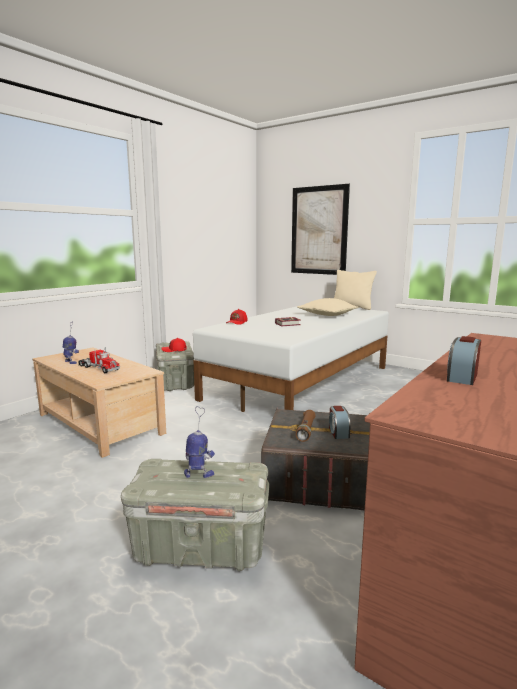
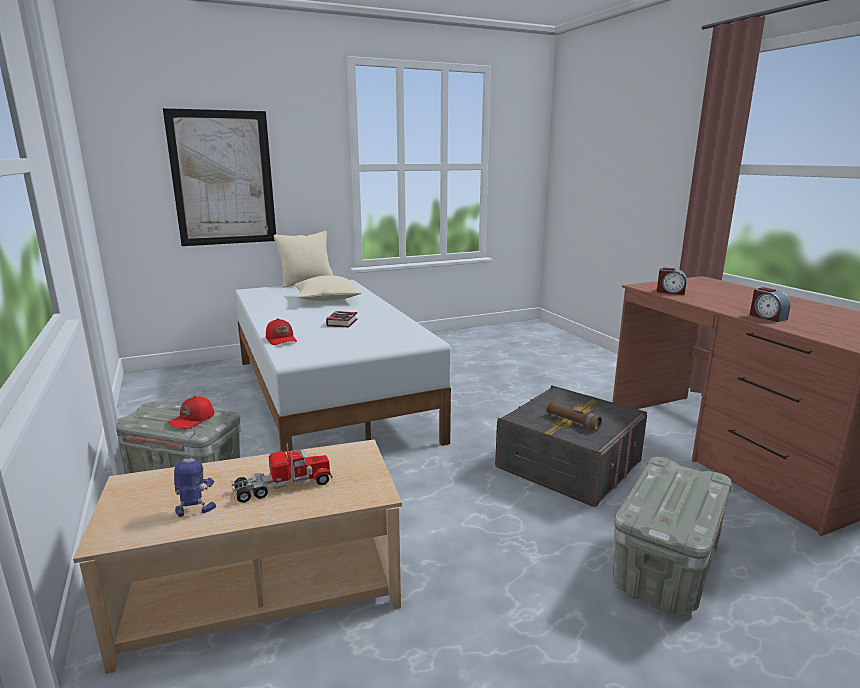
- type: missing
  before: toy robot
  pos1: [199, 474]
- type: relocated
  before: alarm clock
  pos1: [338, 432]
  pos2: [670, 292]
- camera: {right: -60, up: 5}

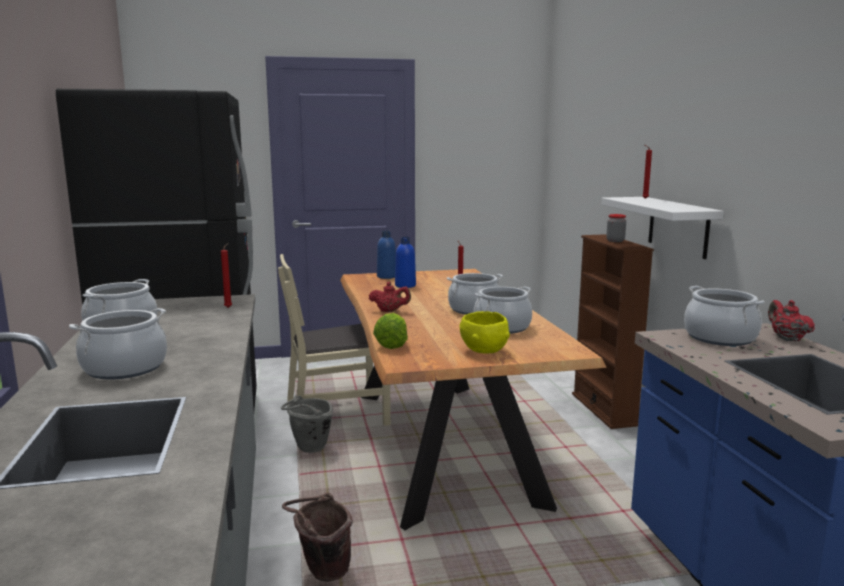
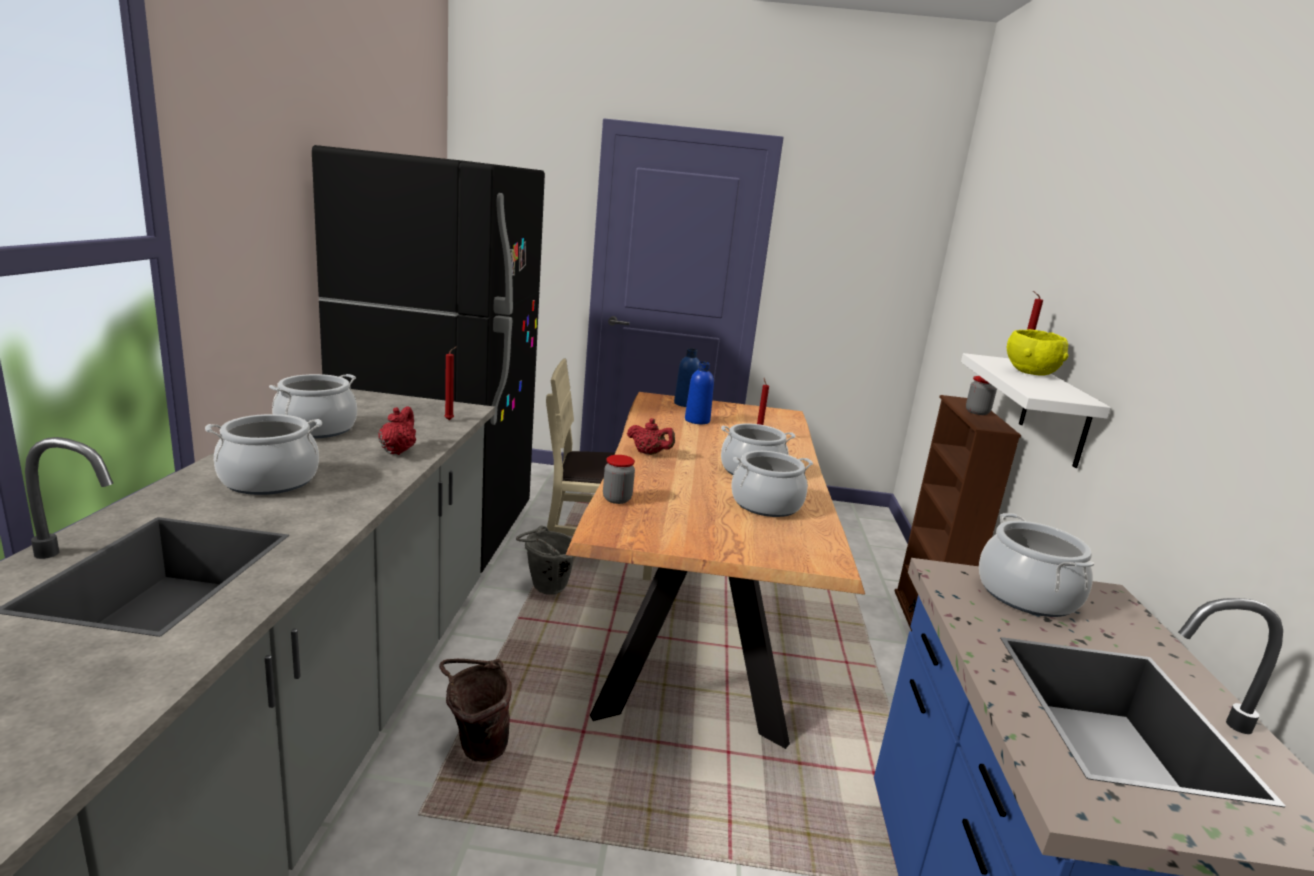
- type: relocated
  before: bowl/yellow
  pos1: [483, 351]
  pos2: [1030, 373]
- type: relocated
  before: teapot/red
  pos1: [786, 338]
  pos2: [398, 451]
- type: exchanged
  before: lettuce
  after: jar
  pos1: [393, 342]
  pos2: [617, 499]
- camera: {right: 15, up: 5}

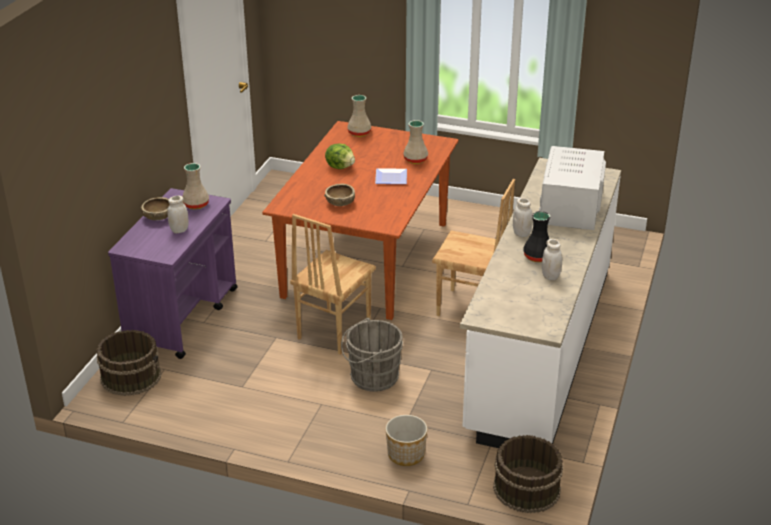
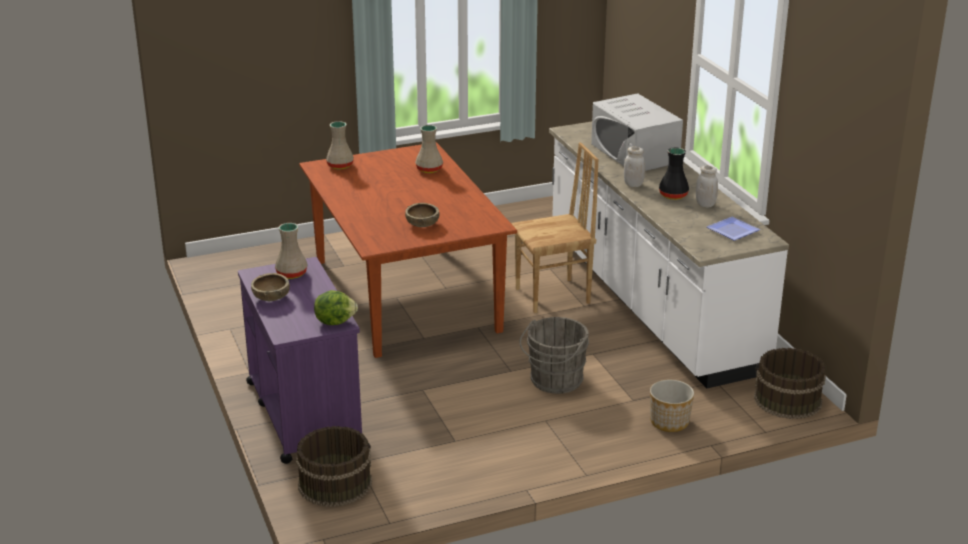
- type: missing
  before: jar/white
  pos1: [179, 230]
- type: missing
  before: chair/brown
  pos1: [332, 331]
- type: relocated
  before: lettuce
  pos1: [340, 167]
  pos2: [335, 321]
- type: relocated
  before: plate
  pos1: [390, 177]
  pos2: [731, 230]
- camera: {right: -40, up: -5}

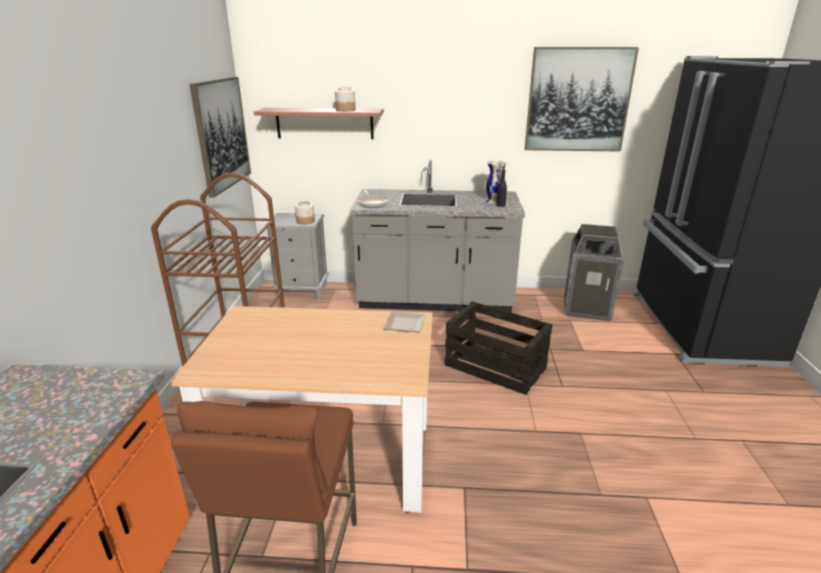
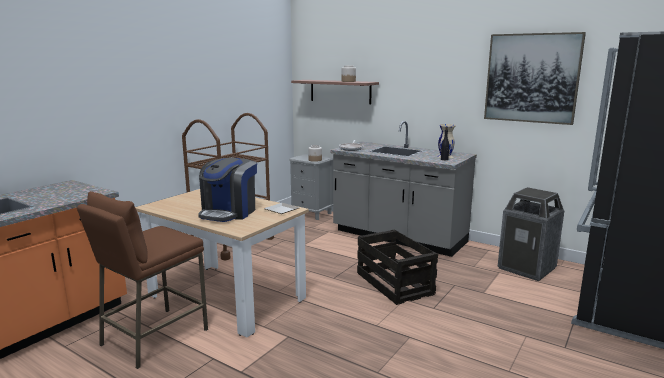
- type: missing
  before: picture
  pos1: [221, 134]
- type: appeared
  after: coffee machine
  pos2: [229, 212]
- camera: {right: 30, up: -10}

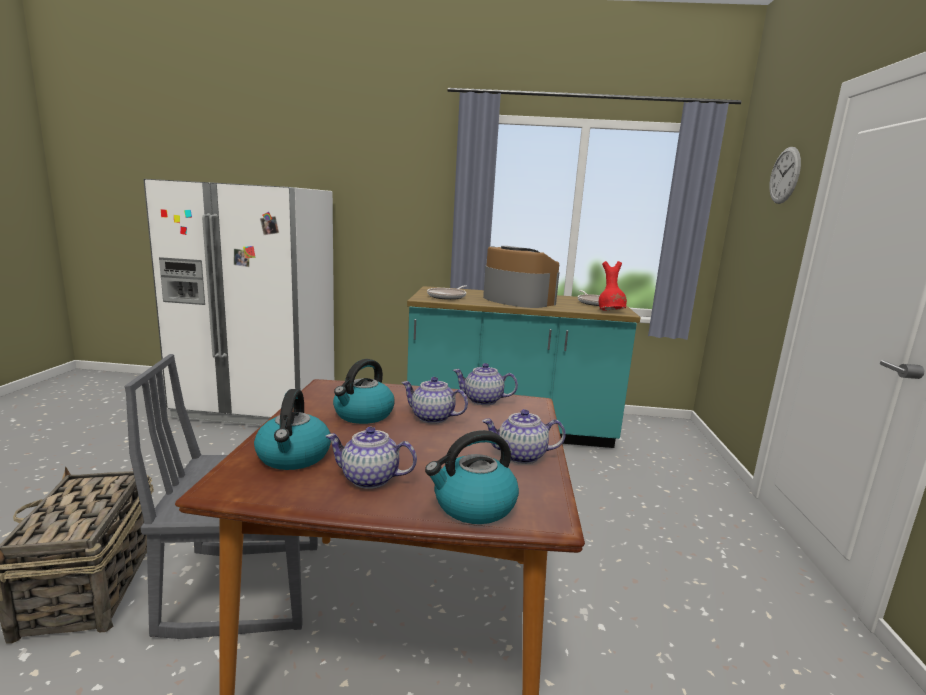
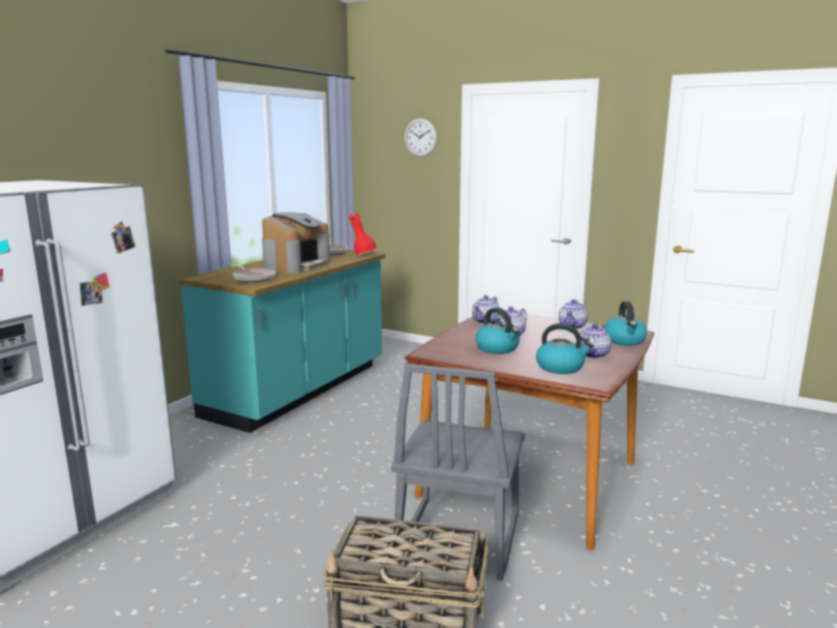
- type: spun
  before: coffee machine
  pos1: [516, 300]
  pos2: [296, 266]
  turn: 135
- camera: {right: -65, up: 0}

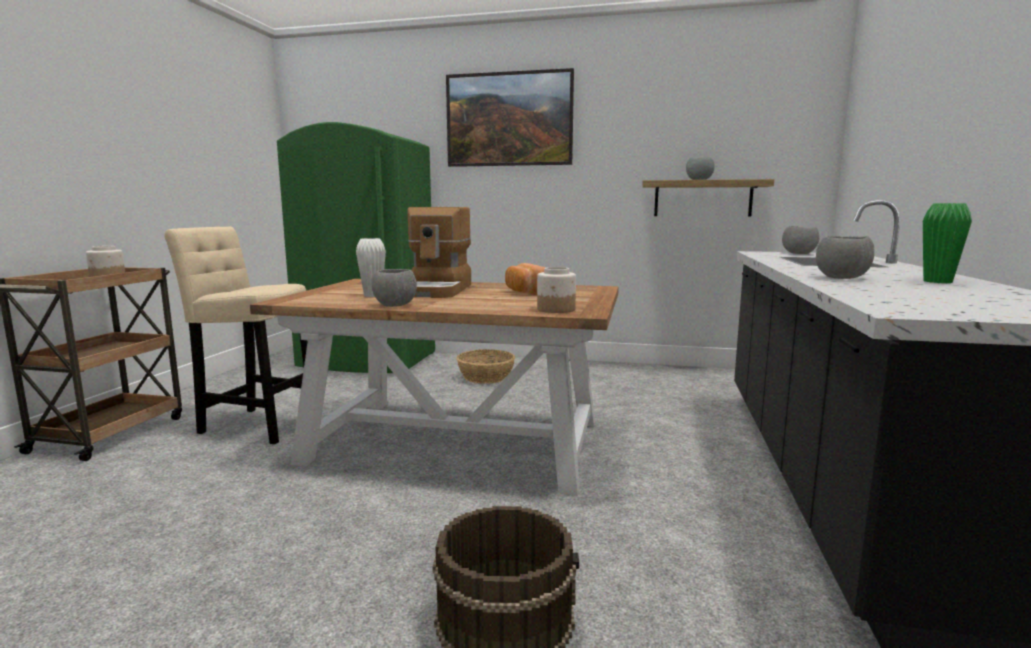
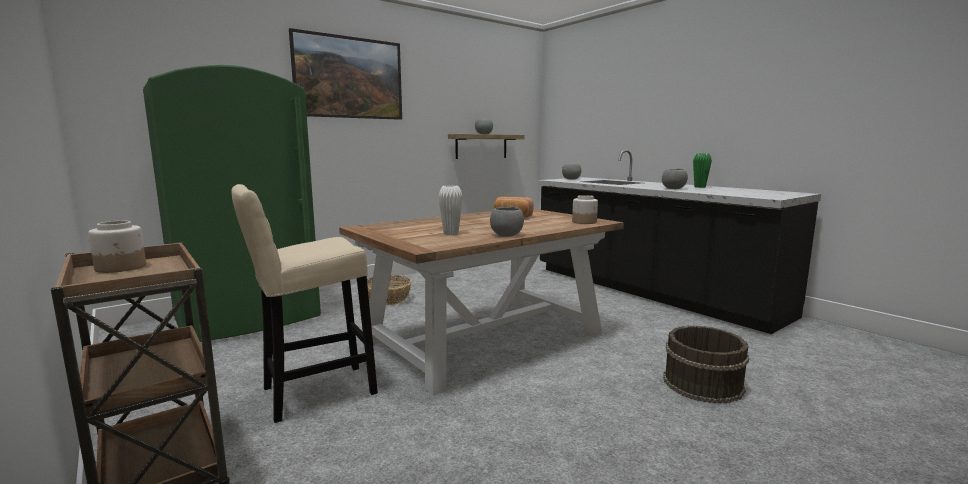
- type: missing
  before: coffee machine
  pos1: [438, 290]
- camera: {right: -50, up: 0}

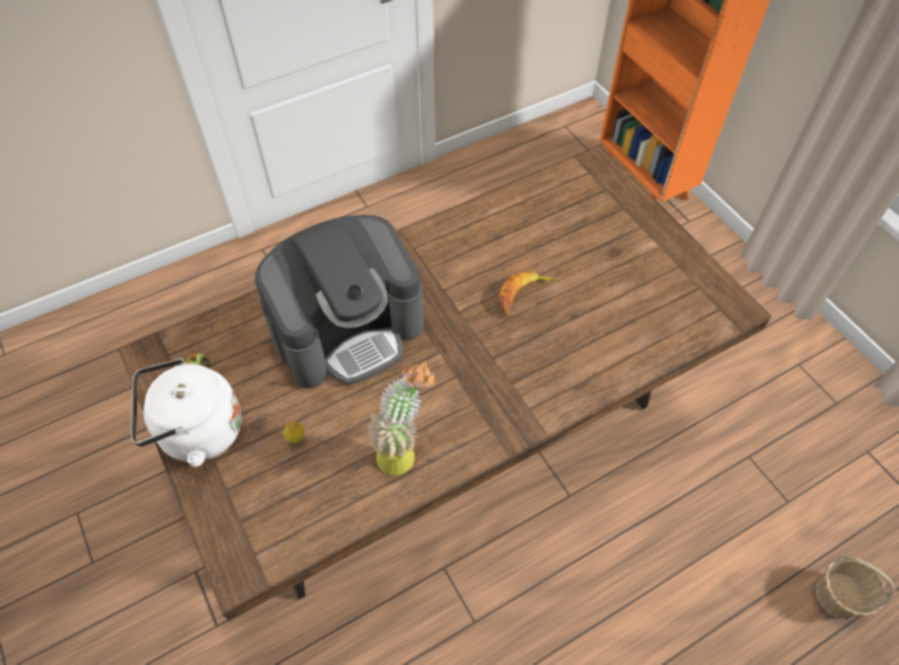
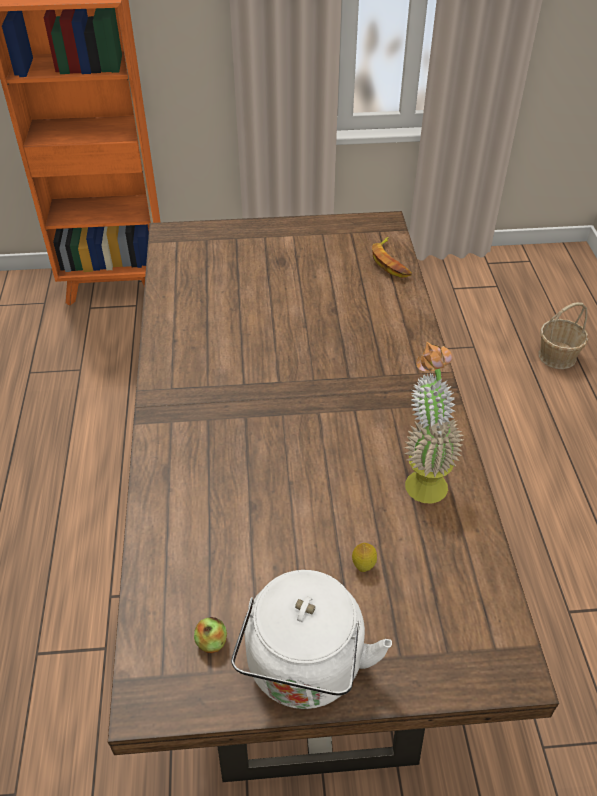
- type: missing
  before: coffee machine
  pos1: [348, 329]
- type: relocated
  before: banana
  pos1: [522, 295]
  pos2: [391, 262]
- camera: {right: -65, up: -10}

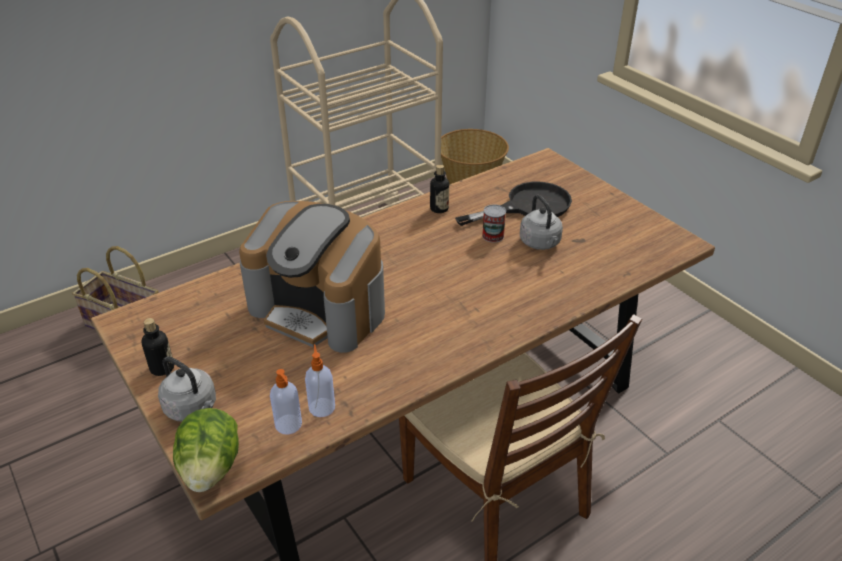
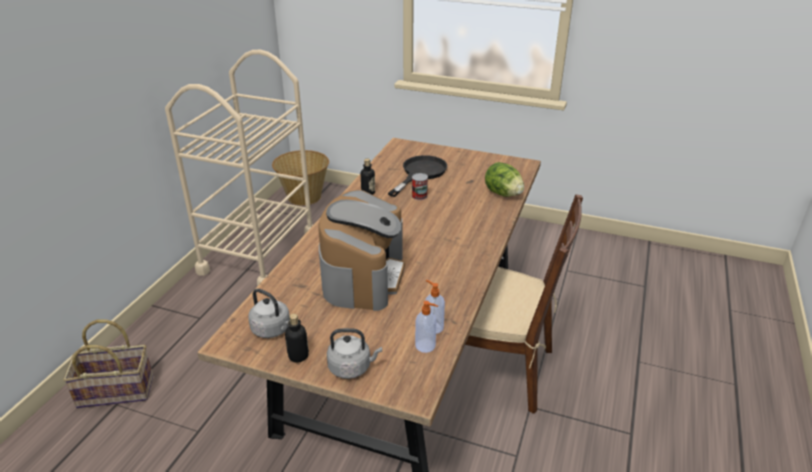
- type: relocated
  before: lettuce
  pos1: [211, 468]
  pos2: [503, 194]
- type: relocated
  before: kettle/grey
  pos1: [540, 243]
  pos2: [272, 330]
- type: spun
  before: coffee machine
  pos1: [320, 308]
  pos2: [363, 276]
  turn: -75
- camera: {right: -35, up: -5}

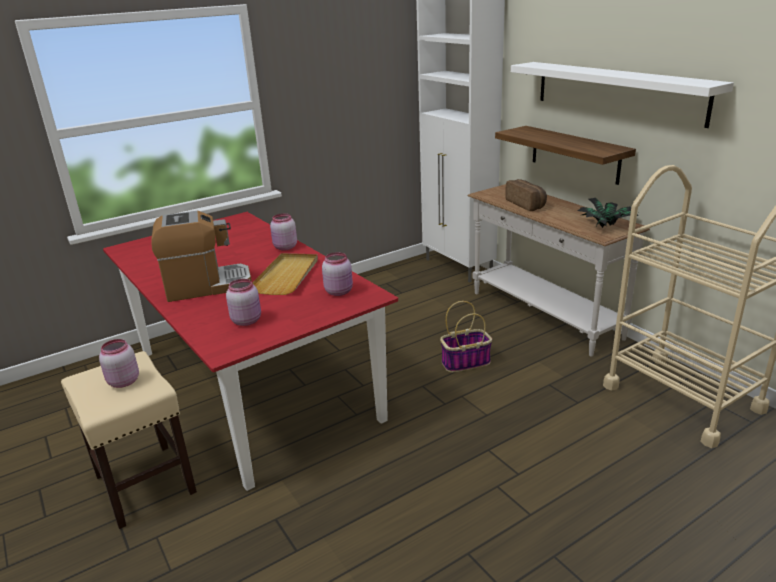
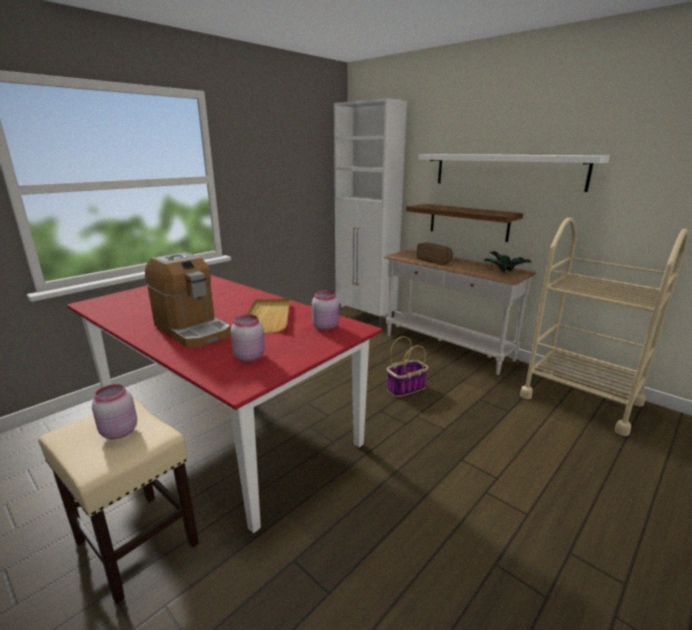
- type: missing
  before: jar/pink
  pos1: [285, 247]
- type: spun
  before: coffee machine
  pos1: [207, 286]
  pos2: [192, 329]
  turn: 75
- camera: {right: -15, up: -5}

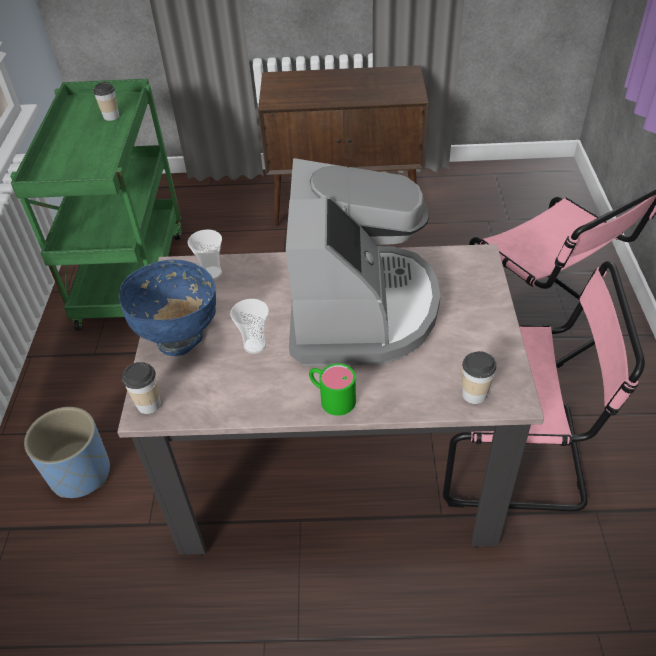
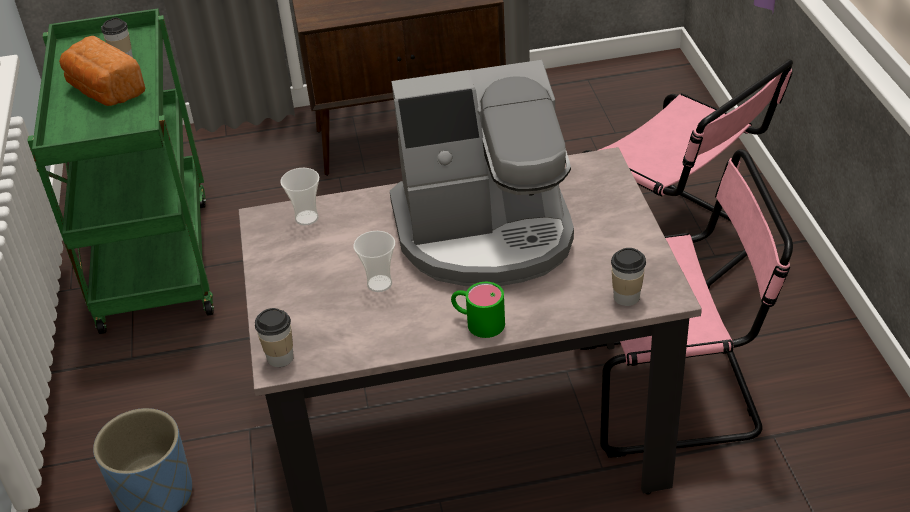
- type: missing
  before: bowl/blue
  pos1: [180, 338]
- type: appeared
  after: bread
  pos2: [104, 91]
- type: spun
  before: coffee machine
  pos1: [360, 309]
  pos2: [485, 233]
  turn: 90
- camera: {right: -10, up: -5}

